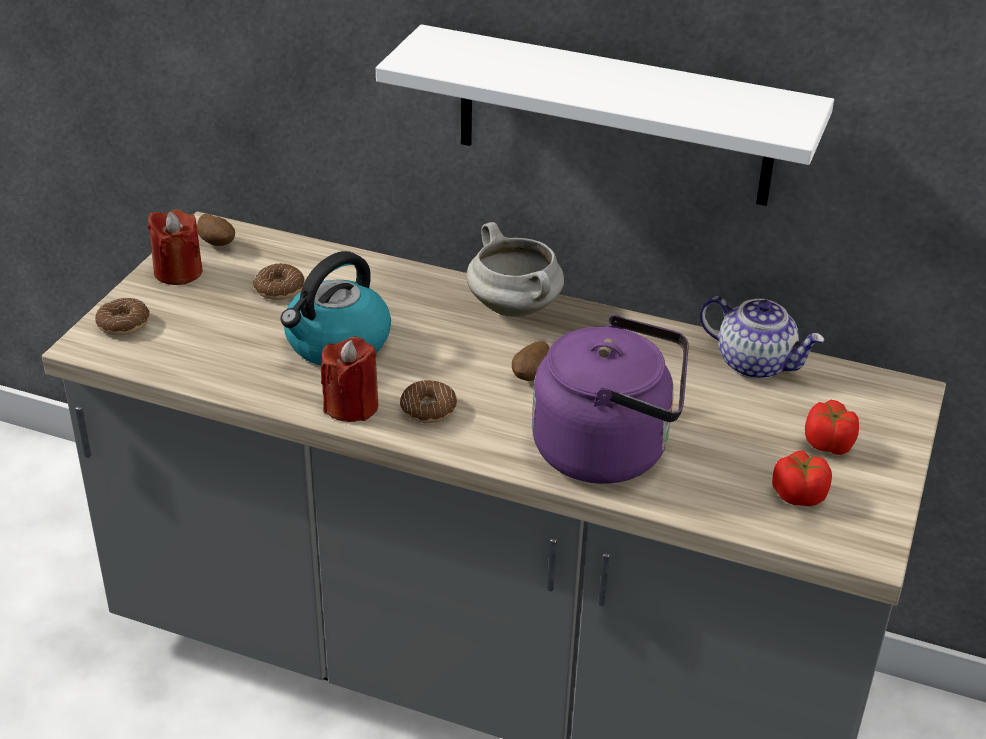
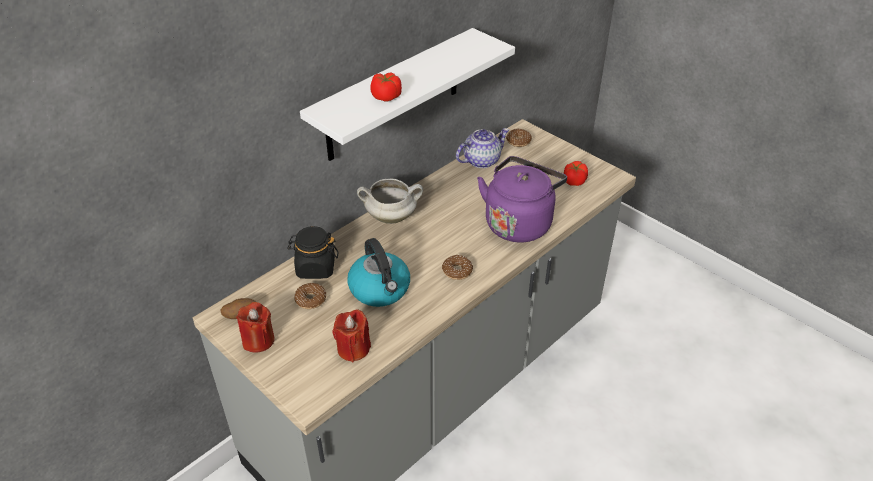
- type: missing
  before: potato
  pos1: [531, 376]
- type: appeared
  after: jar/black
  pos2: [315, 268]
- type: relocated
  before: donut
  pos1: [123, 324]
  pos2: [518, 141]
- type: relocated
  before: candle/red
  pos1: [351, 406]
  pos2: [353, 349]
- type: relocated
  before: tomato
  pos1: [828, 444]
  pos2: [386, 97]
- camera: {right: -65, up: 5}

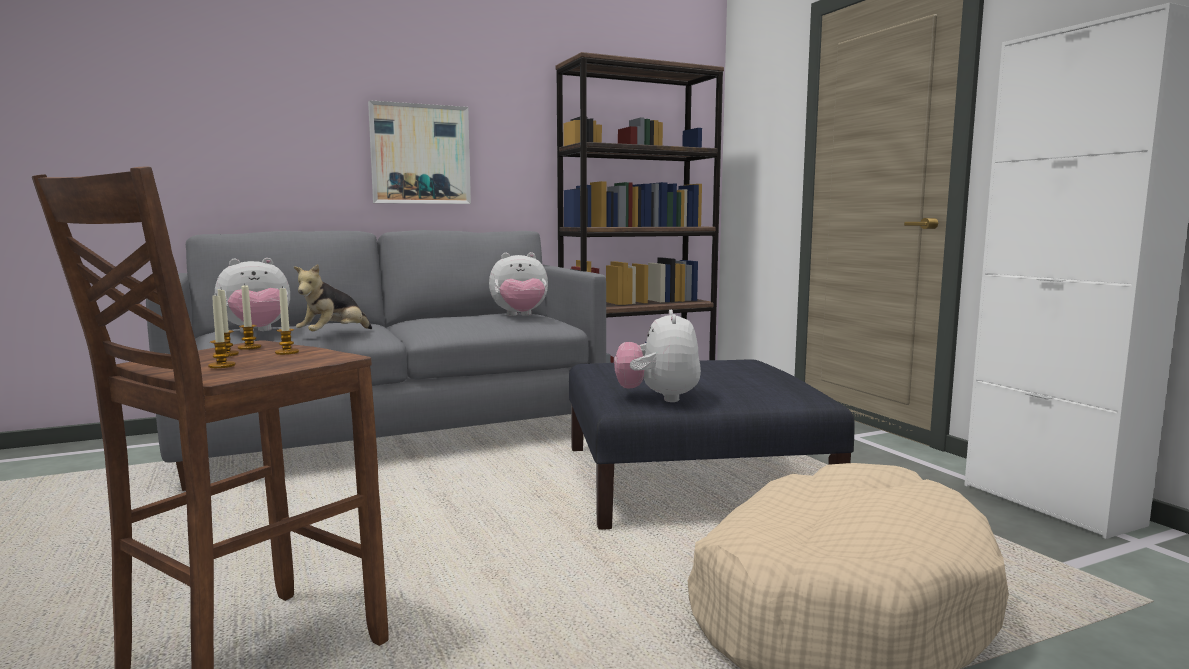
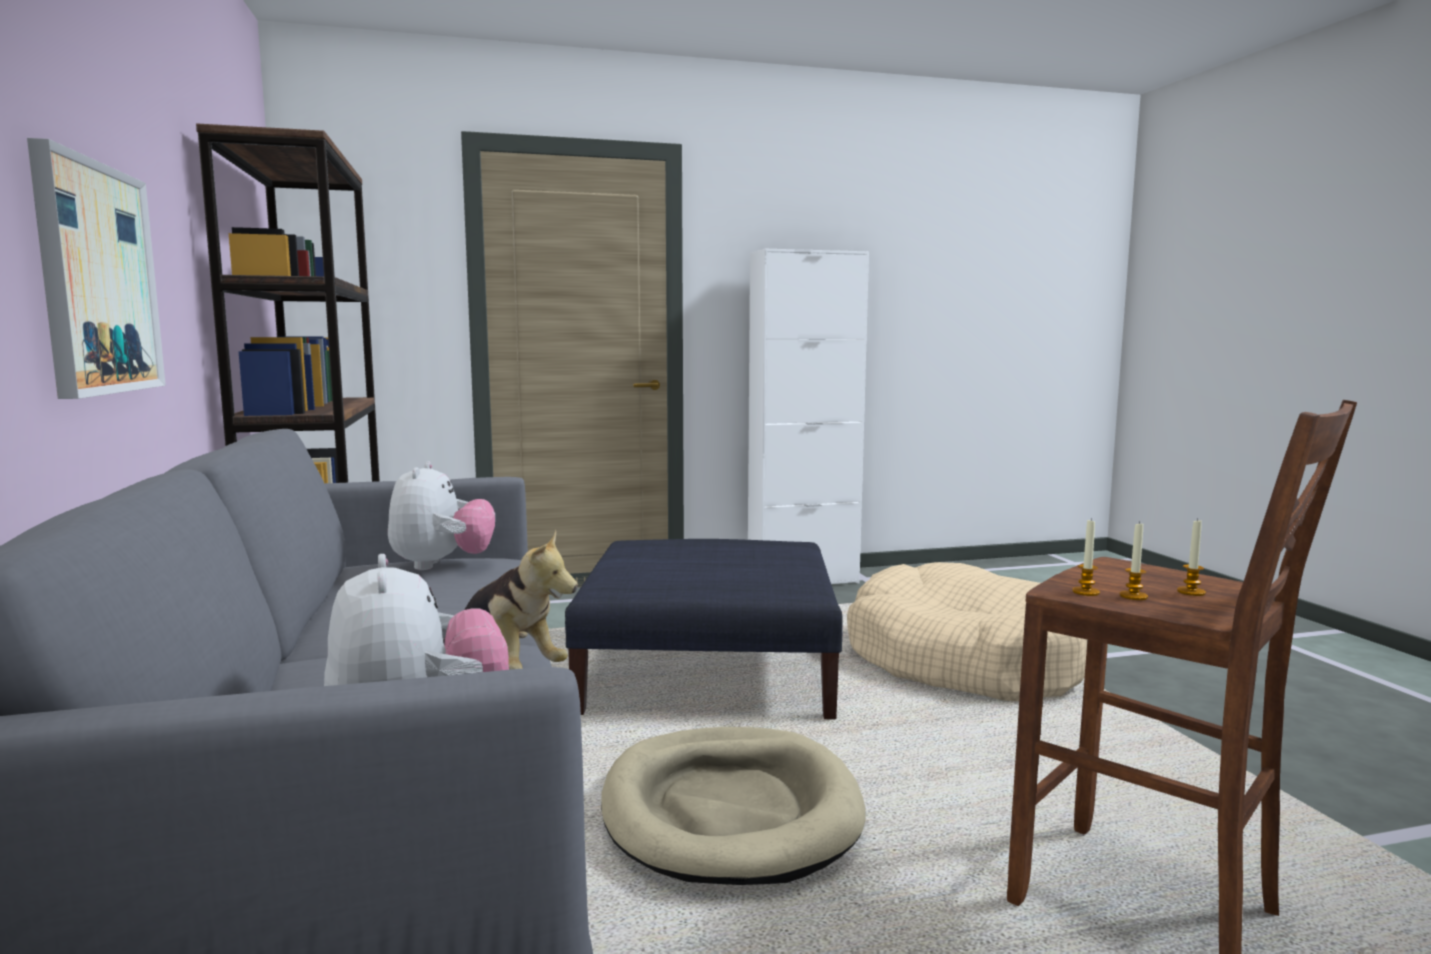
- type: missing
  before: candle
  pos1: [287, 352]
- type: missing
  before: plush toy
  pos1: [658, 398]
- type: appeared
  after: dog bed/beige
  pos2: [730, 811]
- camera: {right: -80, up: 0}

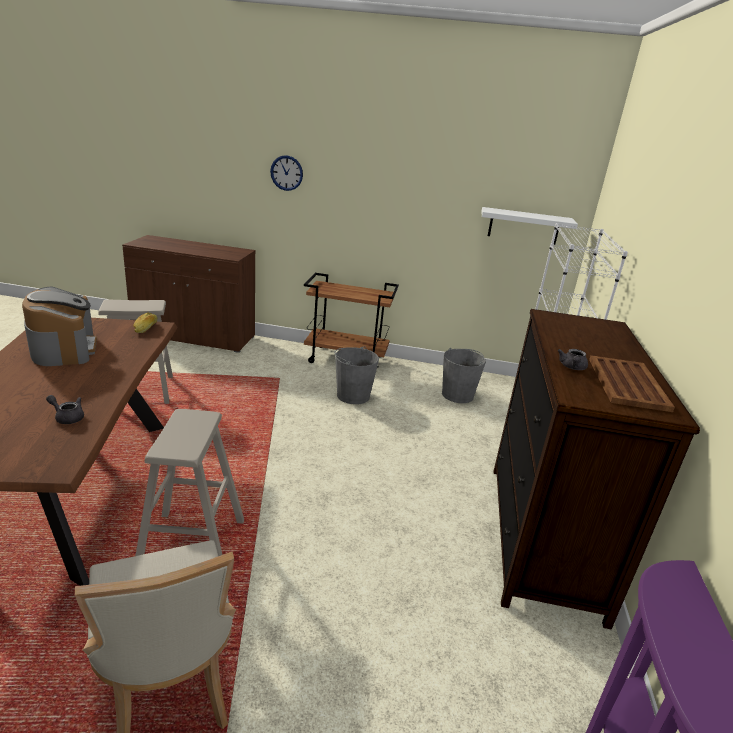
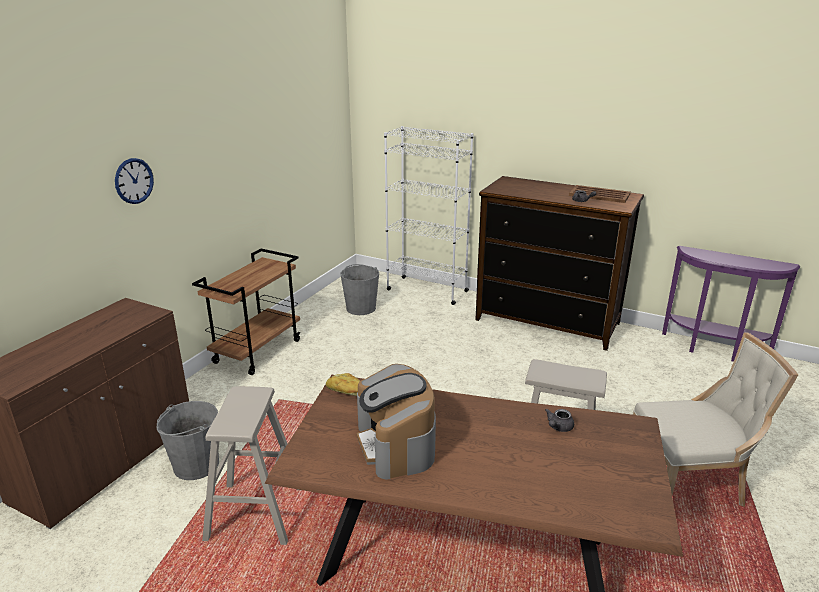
- type: missing
  before: shelf/white
  pos1: [524, 226]
- type: relocated
  before: bucket/grey
  pos1: [353, 395]
  pos2: [196, 465]
- type: spun
  before: coffee machine
  pos1: [64, 348]
  pos2: [396, 445]
  turn: -105
- camera: {right: -70, up: 0}

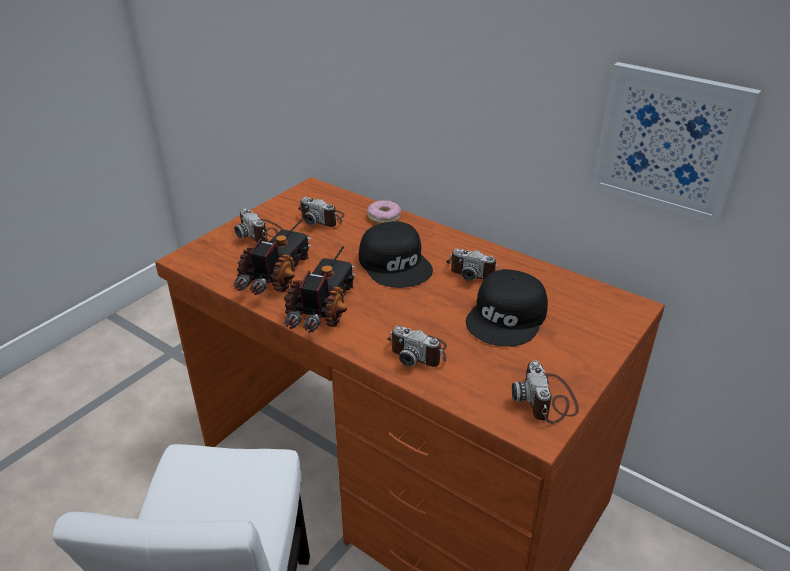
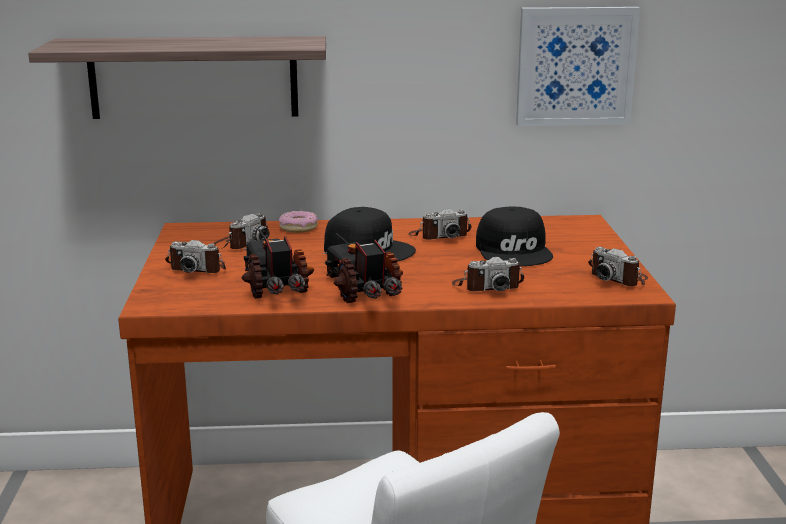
- type: appeared
  after: shelf
  pos2: [193, 77]
- type: spun
  before: photo camera
  pos1: [322, 218]
  pos2: [240, 243]
  turn: -45
- camera: {right: -40, up: -15}

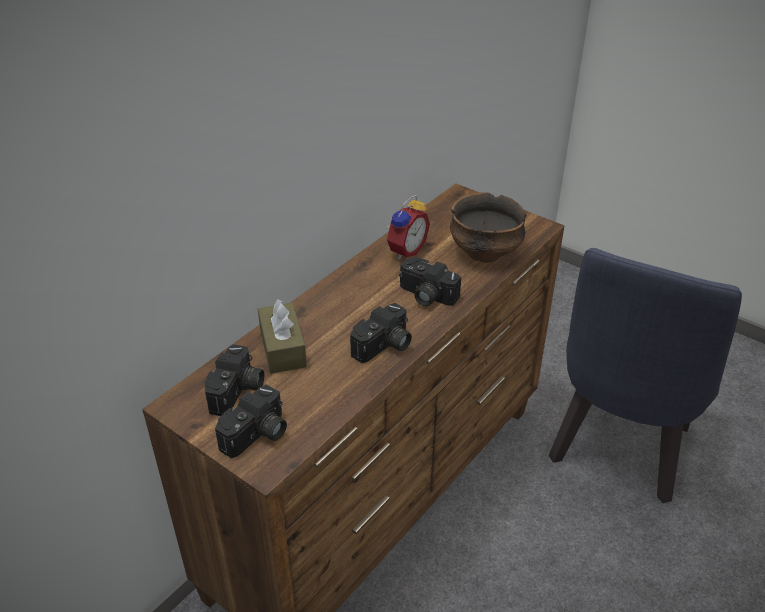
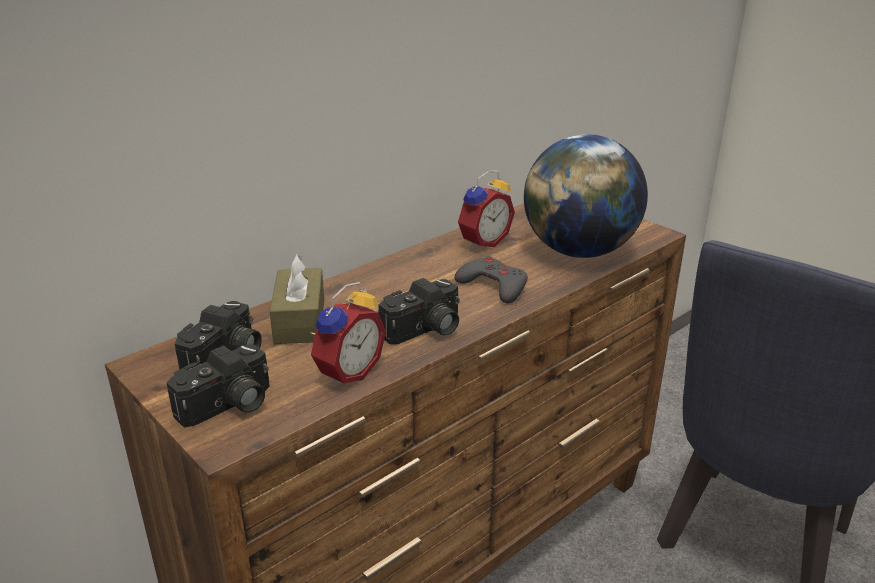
- type: appeared
  after: alarm clock
  pos2: [347, 372]
- type: exchanged
  before: photo camera
  after: game controller/grey
  pos1: [425, 295]
  pos2: [493, 286]
- type: exchanged
  before: bowl
  after: globe
  pos1: [484, 252]
  pos2: [579, 251]
- camera: {right: 10, up: -10}

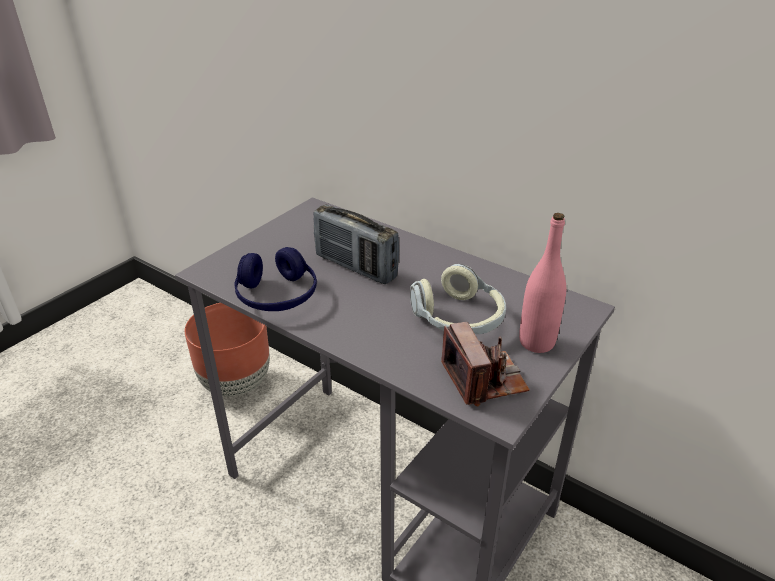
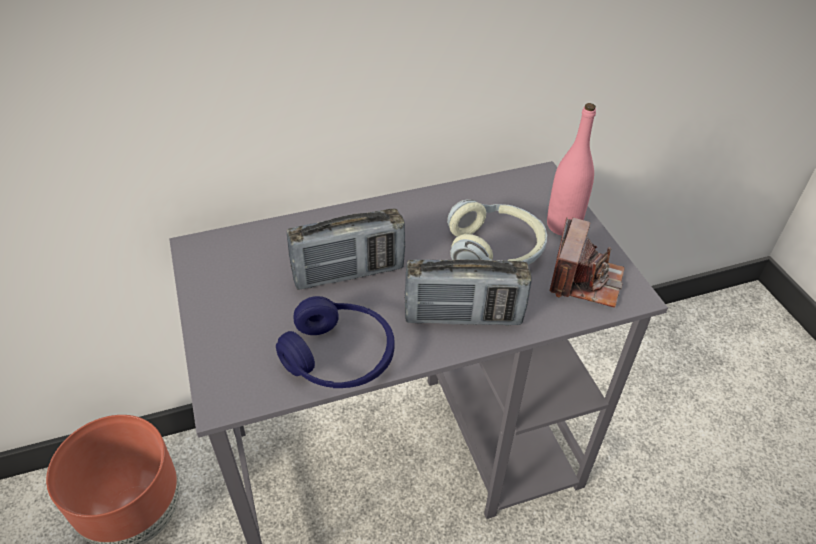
- type: appeared
  after: radio
  pos2: [463, 317]
- type: spun
  before: photo camera
  pos1: [483, 379]
  pos2: [584, 280]
  turn: 90
- camera: {right: -55, up: 10}

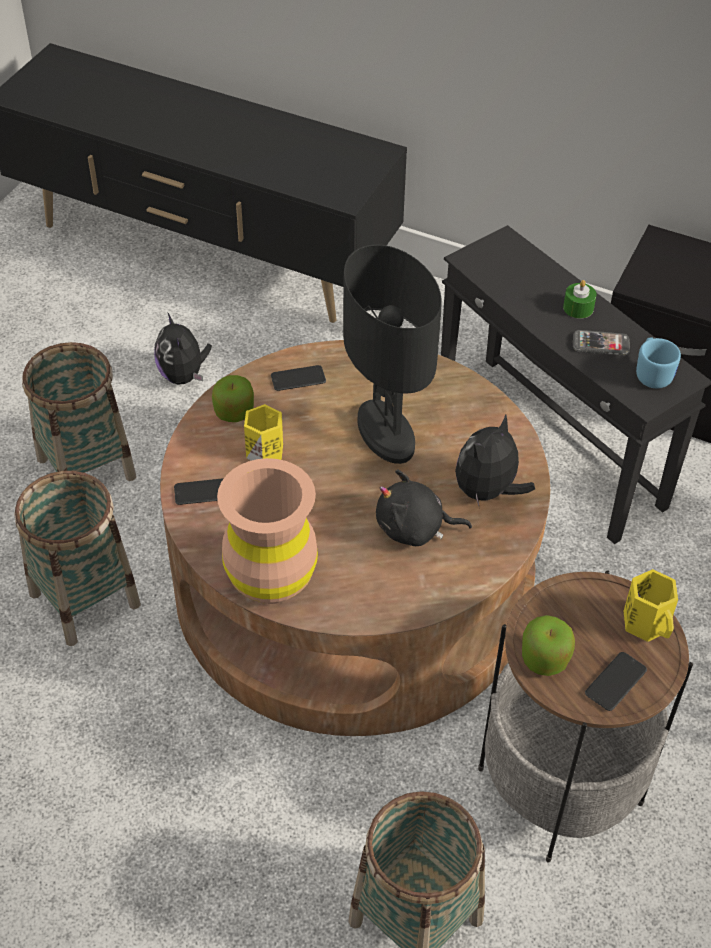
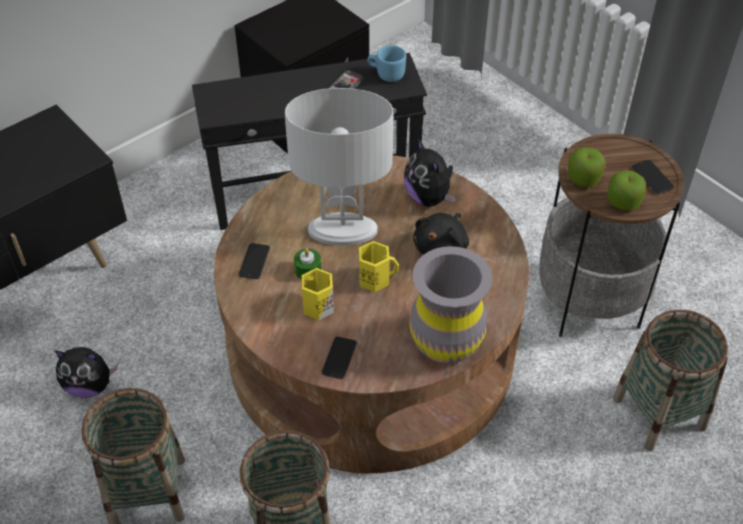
- type: relocated
  before: apple
  pos1: [234, 412]
  pos2: [583, 178]
- type: relocated
  before: candle/green
  pos1: [578, 308]
  pos2: [308, 270]
- type: relocated
  before: mug/yellow
  pos1: [648, 622]
  pos2: [375, 278]
- type: colour
  before: vase/brown
  after: vase/grey
  pos1: [271, 577]
  pos2: [446, 342]
- type: colour
  before: table lamp/black
  after: table lamp/white
  pos1: [384, 433]
  pos2: [342, 231]
- camera: {right: -65, up: 0}

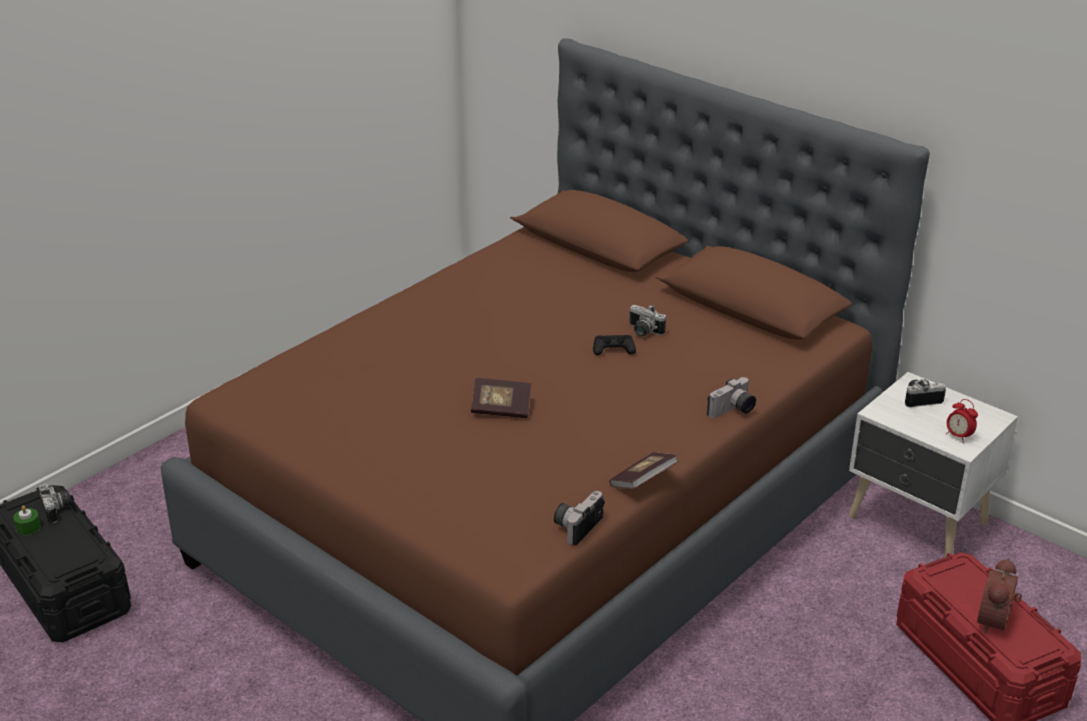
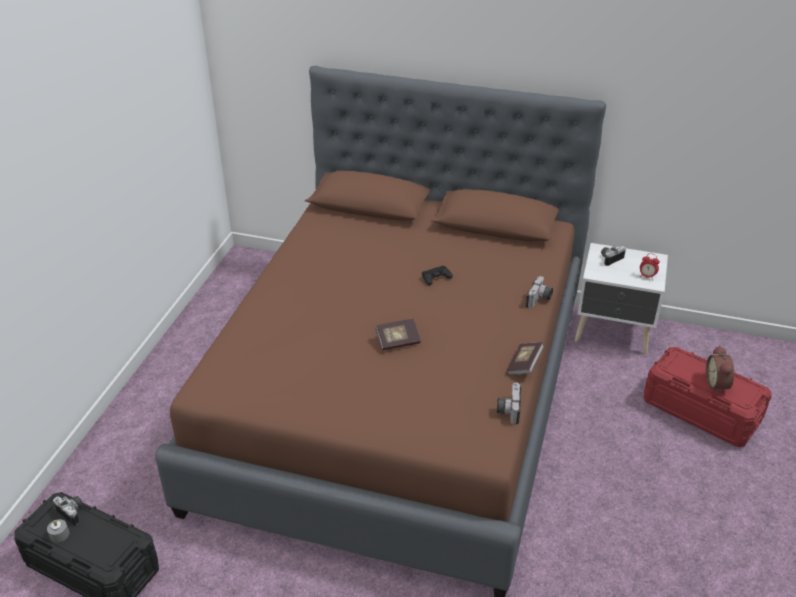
- type: missing
  before: photo camera
  pos1: [643, 332]
- type: colour
  before: candle/green
  after: candle/grey
  pos1: [28, 527]
  pos2: [59, 534]
- camera: {right: -25, up: 5}

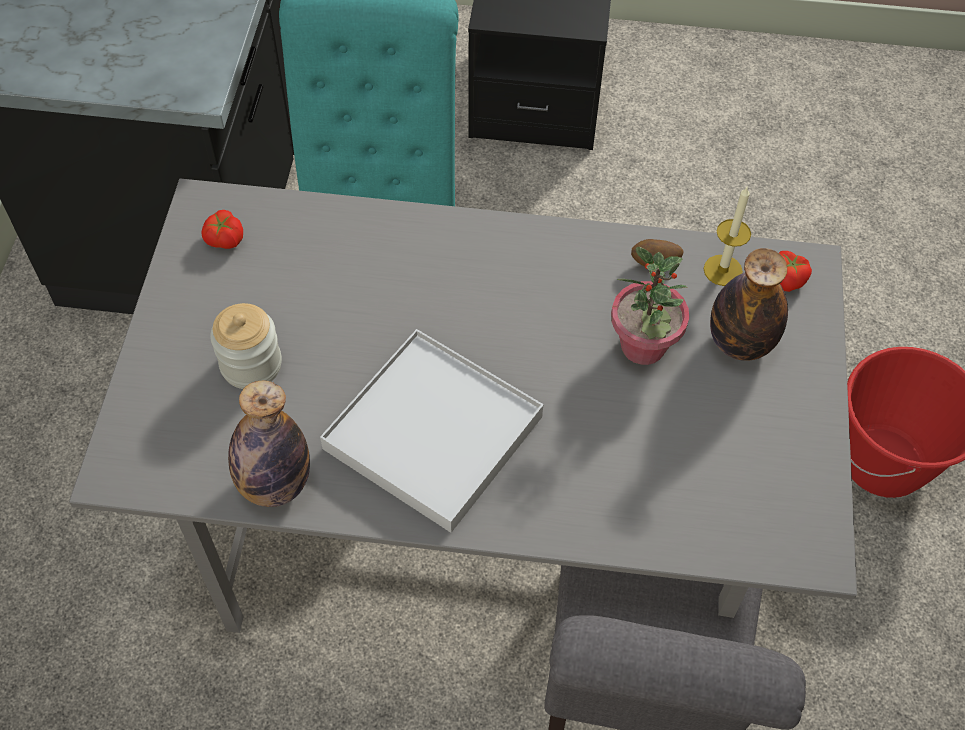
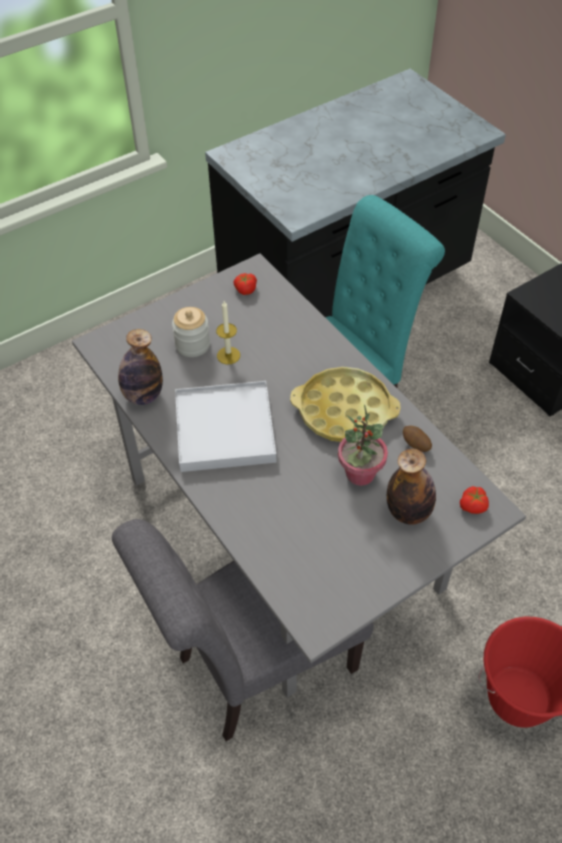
- type: appeared
  after: tray/yellow
  pos2: [344, 410]
- type: relocated
  before: candle
  pos1: [723, 270]
  pos2: [228, 355]
- camera: {right: 50, up: -5}

